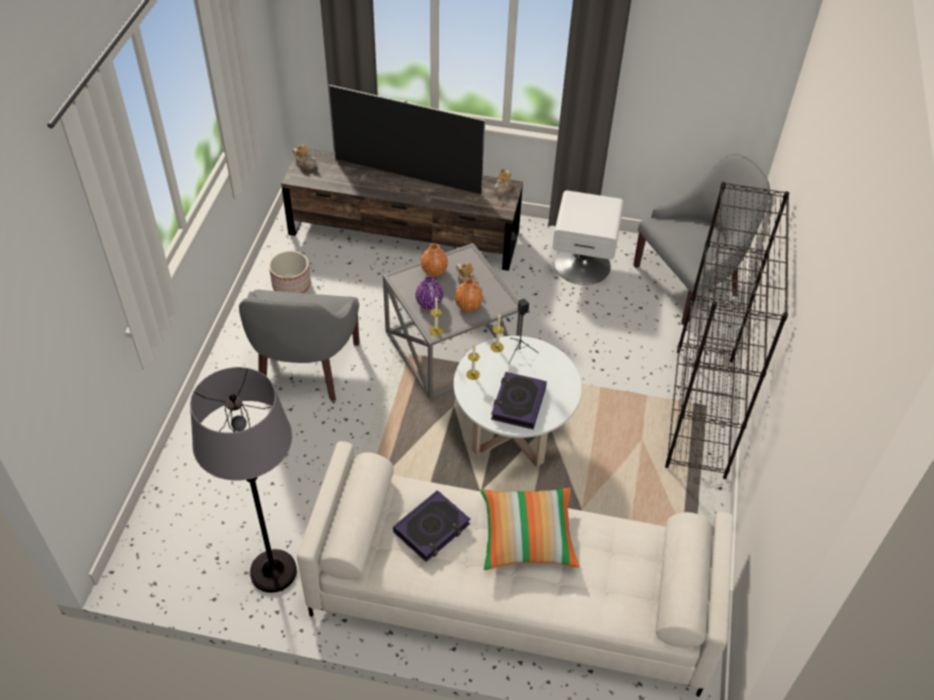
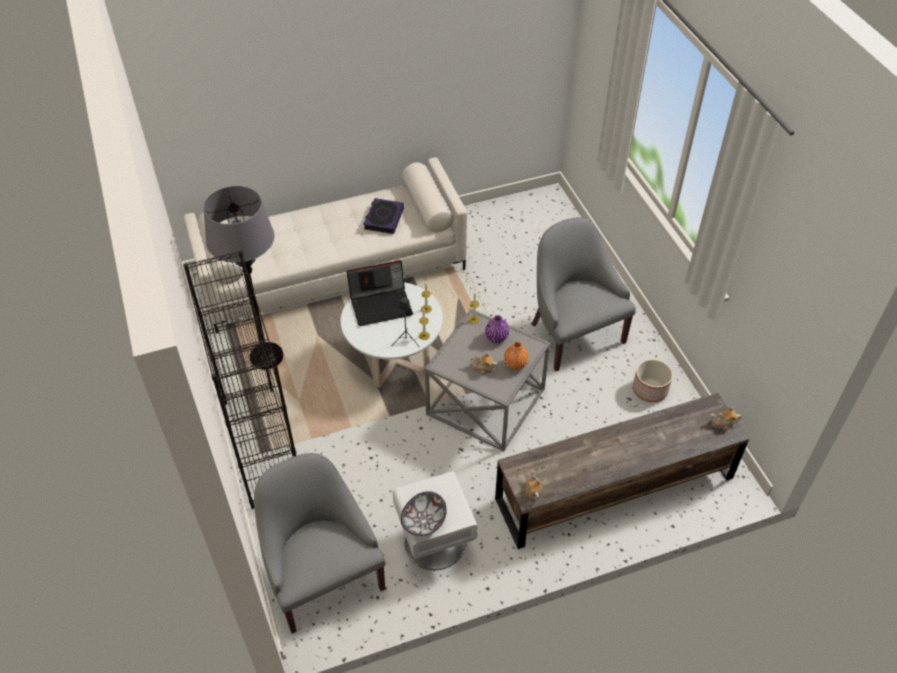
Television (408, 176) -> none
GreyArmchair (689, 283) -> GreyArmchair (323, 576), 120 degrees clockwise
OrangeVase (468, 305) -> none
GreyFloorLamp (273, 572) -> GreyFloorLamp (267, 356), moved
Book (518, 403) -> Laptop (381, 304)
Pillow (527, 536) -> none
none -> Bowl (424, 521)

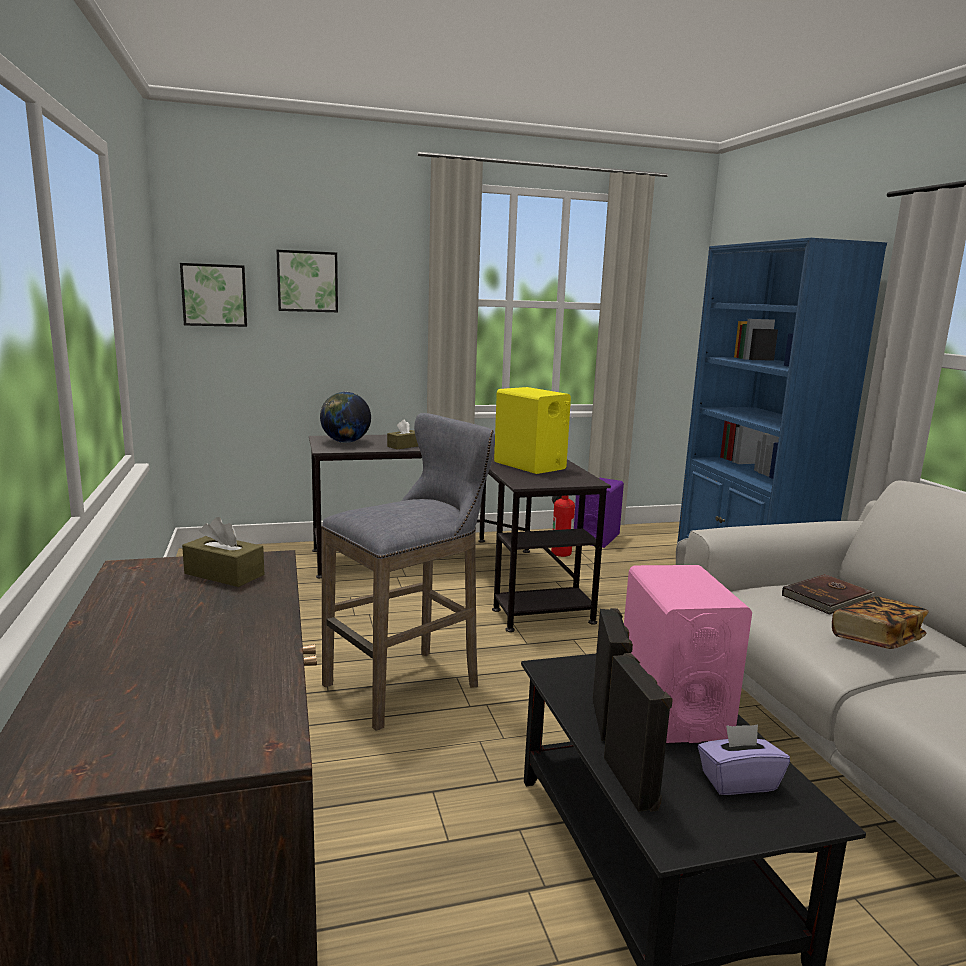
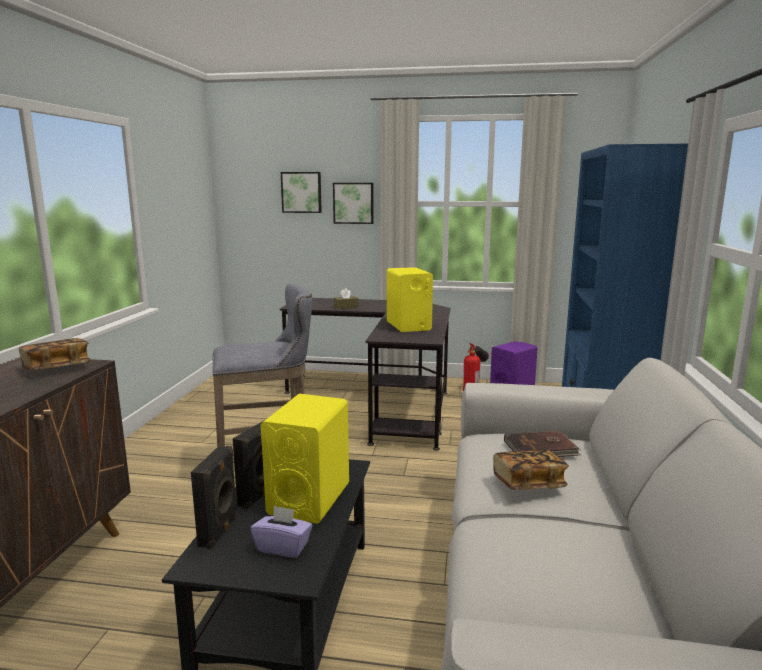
Picture (214, 295) -> Picture (353, 203), moved
Globe (345, 442) -> none
BrownTissueBox (224, 574) -> Book (57, 368)
PinkSpeaker (672, 710) -> YellowSpeaker (309, 498)

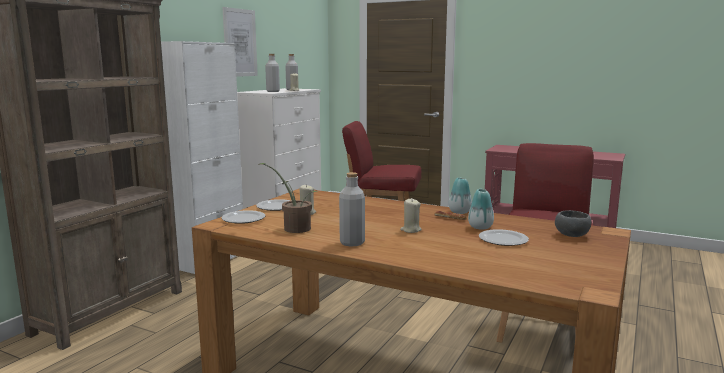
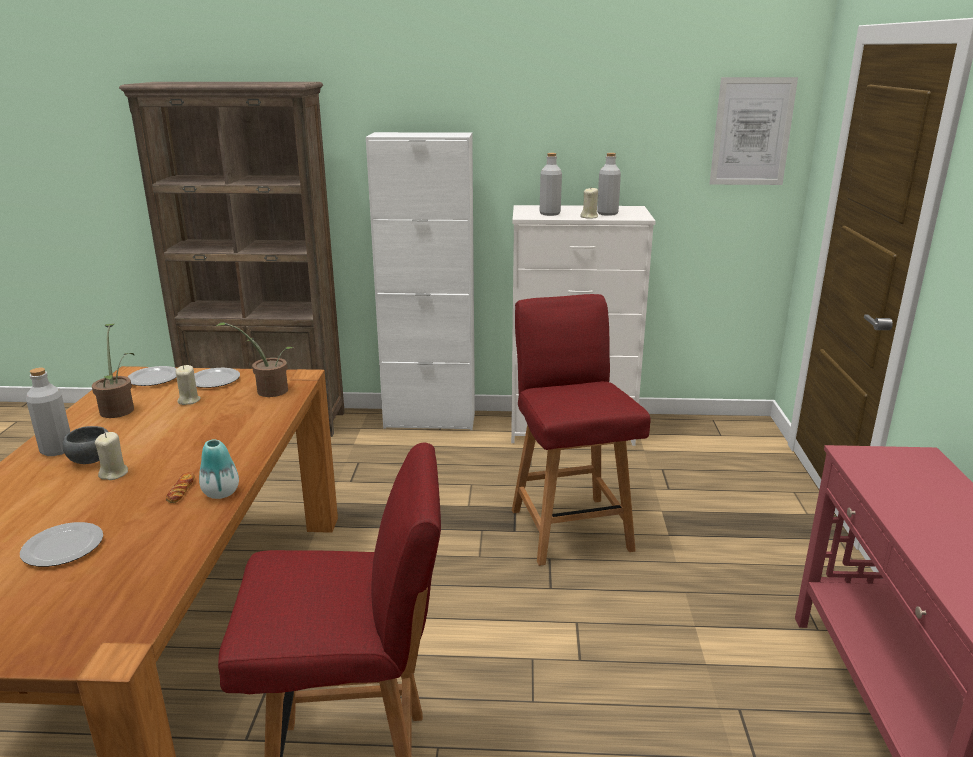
Picture (240, 43) -> Picture (752, 132), moved
Vase (480, 227) -> none
GreyBowl (572, 236) -> GreyBowl (90, 460), moved
none -> PottedPlant (267, 390)

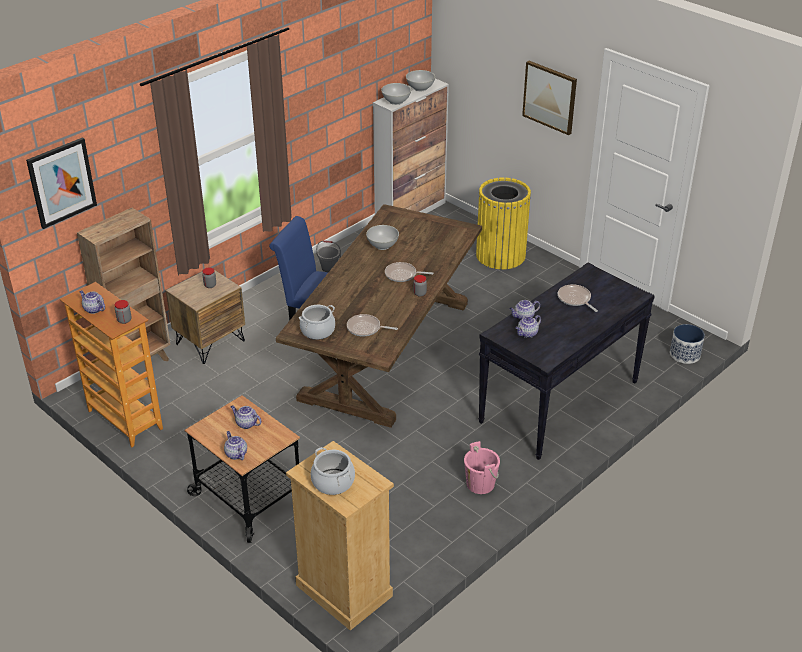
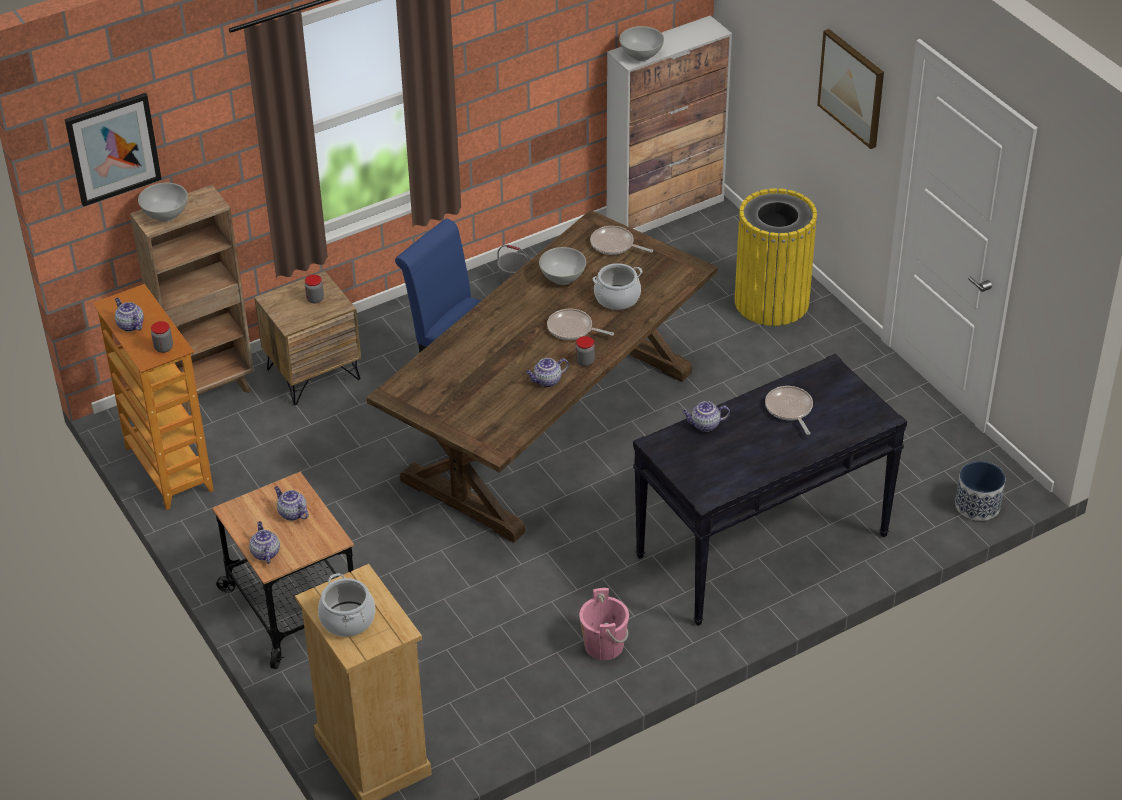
WhiteBowl (420, 88) -> WhiteBowl (166, 215), moved
CookingPot (318, 331) -> CookingPot (617, 298), moved
FryingPan (366, 328) -> FryingPan (614, 245), moved
Teapot (527, 334) -> Teapot (547, 381), moved

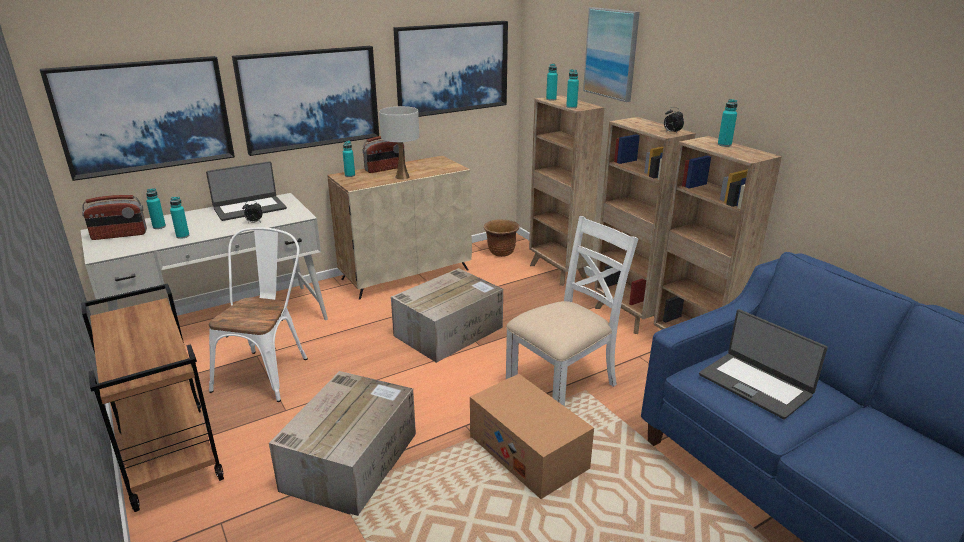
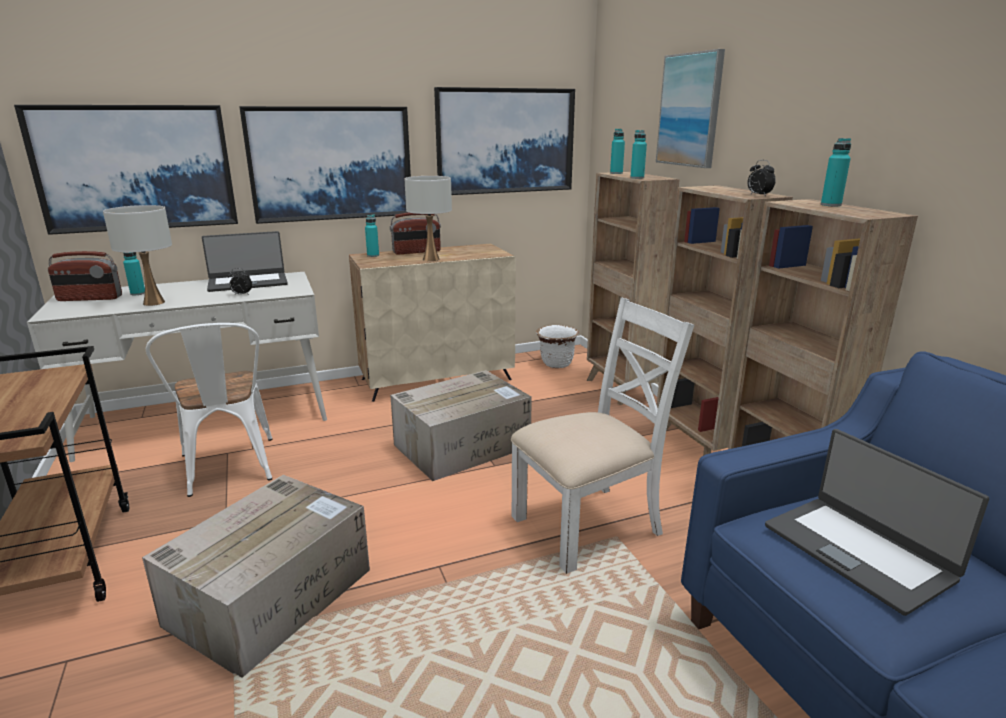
TurquoiseBottle (183, 236) -> WhiteTableLamp (154, 303)
BrownPlanter (501, 252) -> WhitePlanter (556, 364)
WhiteChair (267, 370) -> WhiteChair (229, 470), 135 degrees clockwise
CardboardBox (528, 452) -> none

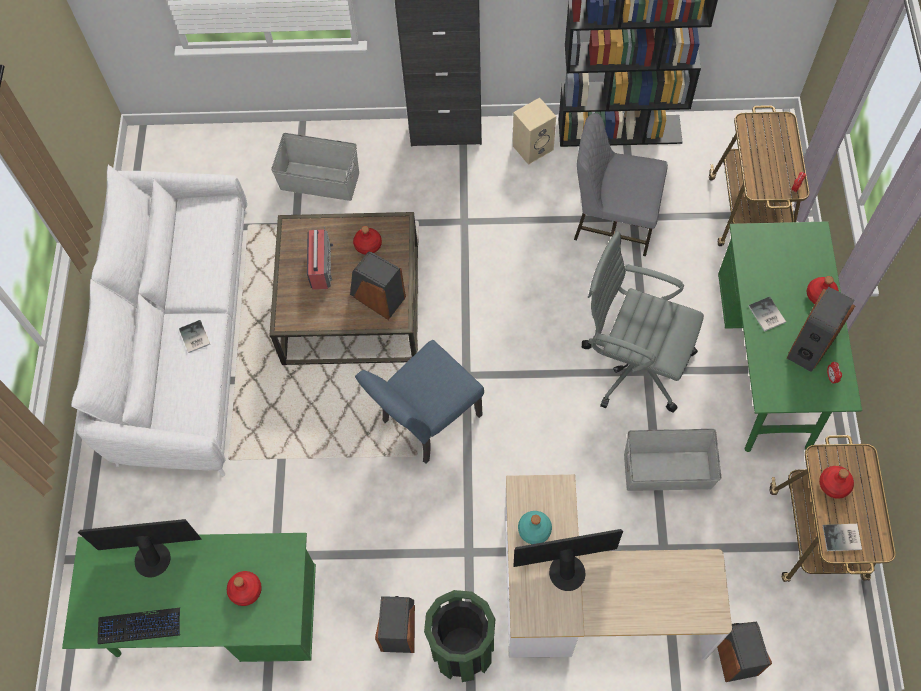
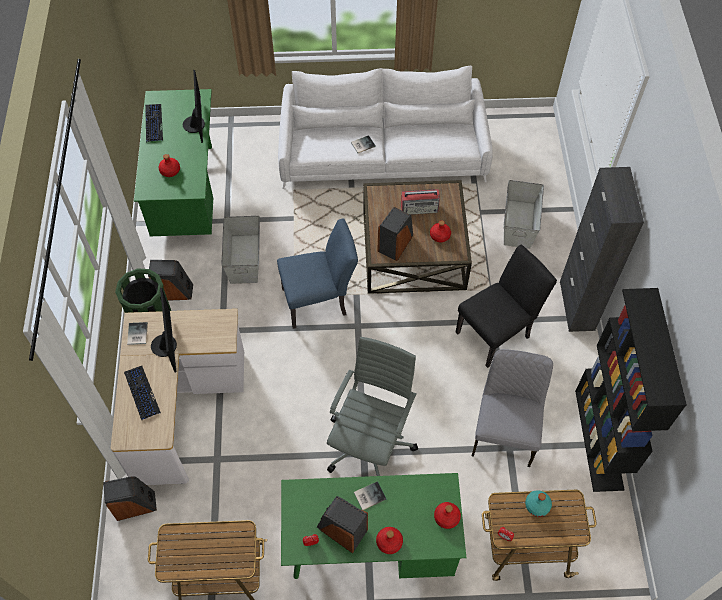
BeigeSpeaker (533, 147) -> none
BlueChair (425, 422) -> BlueChair (320, 301), 120 degrees clockwise
GreyStorageBox (666, 470) -> GreyStorageBox (245, 258), moved
RedBottle (834, 485) -> RedBottle (446, 517), moved
TurquoiseBottle (534, 530) -> TurquoiseBottle (537, 505), moved
Book (843, 538) -> Book (136, 334), moved
none -> BlackChair (497, 332)
none -> Keyboard (141, 393)

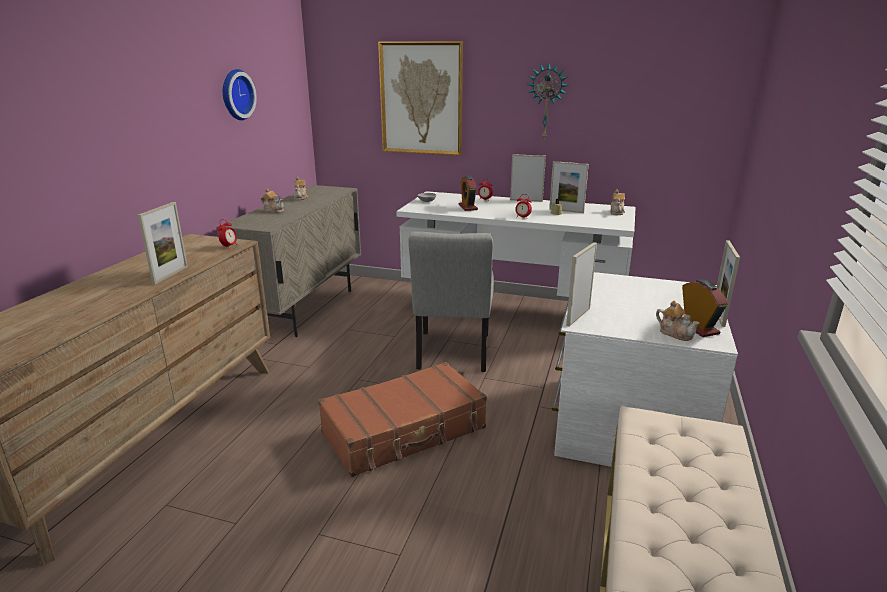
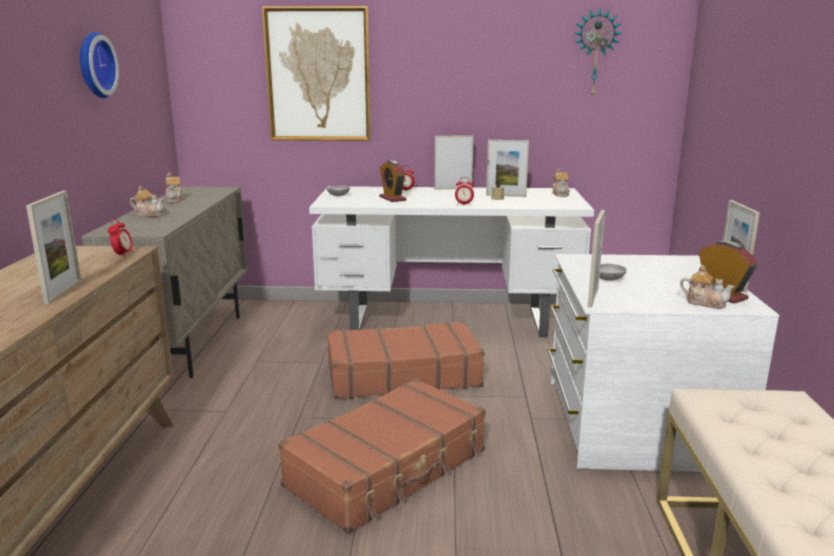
WallClock (546, 102) -> WallClock (595, 53), moved
GreyChair (452, 355) -> BrownSuitcase (402, 375)
none -> GreyBowl (609, 279)

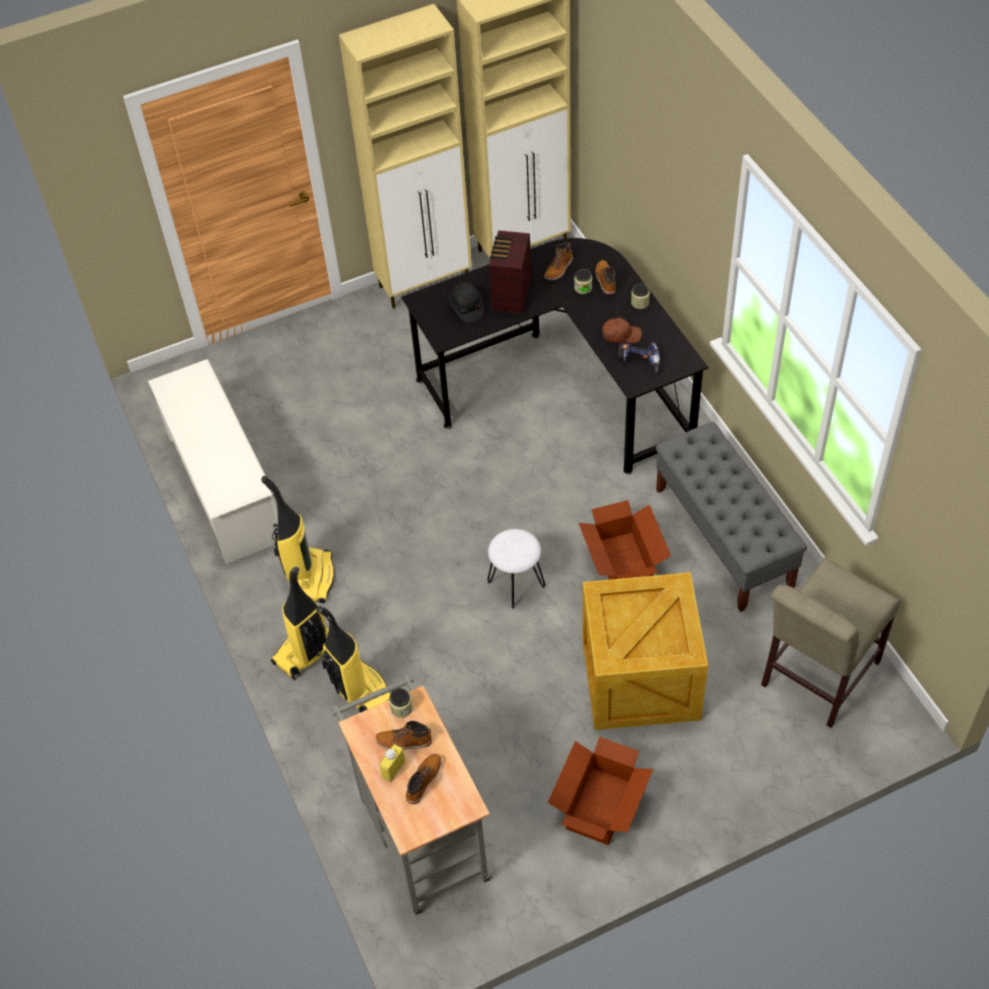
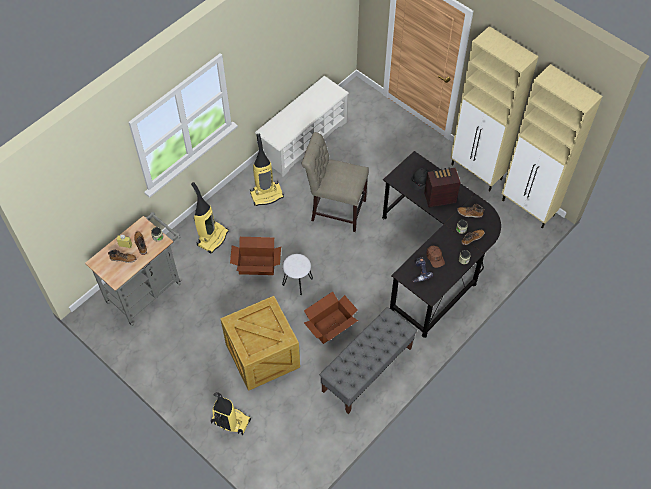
BeigeChair (815, 678) -> BeigeChair (335, 209), moved
VacuumCleaner (306, 653) -> VacuumCleaner (230, 422), moved
CardboardBox (599, 806) -> CardboardBox (256, 265), moved

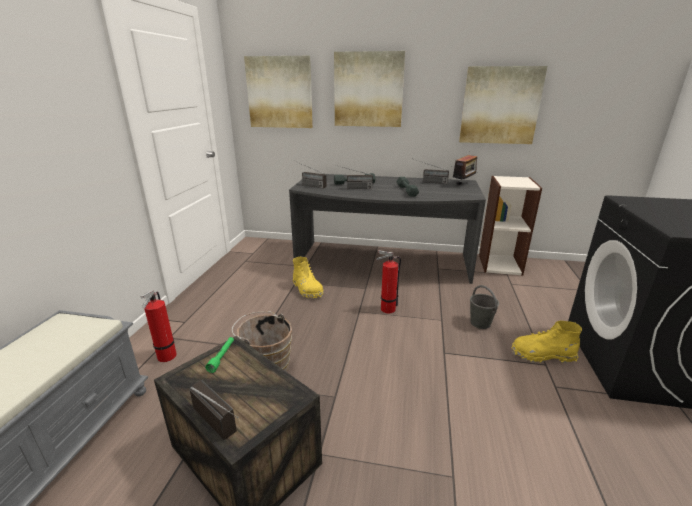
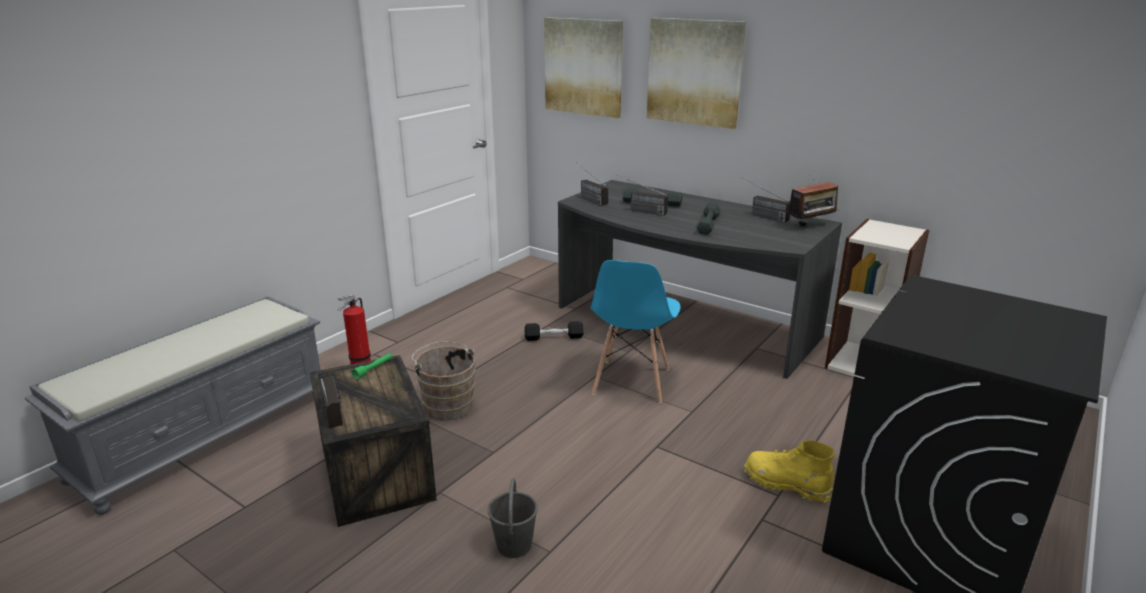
Picture (500, 105) -> none
FireExtinguisher (386, 309) -> BlueChair (631, 382)
YellowBoot (307, 290) -> BlackDumbbell (554, 337)
GreyBucket (480, 323) -> GreyBucket (514, 545), moved

